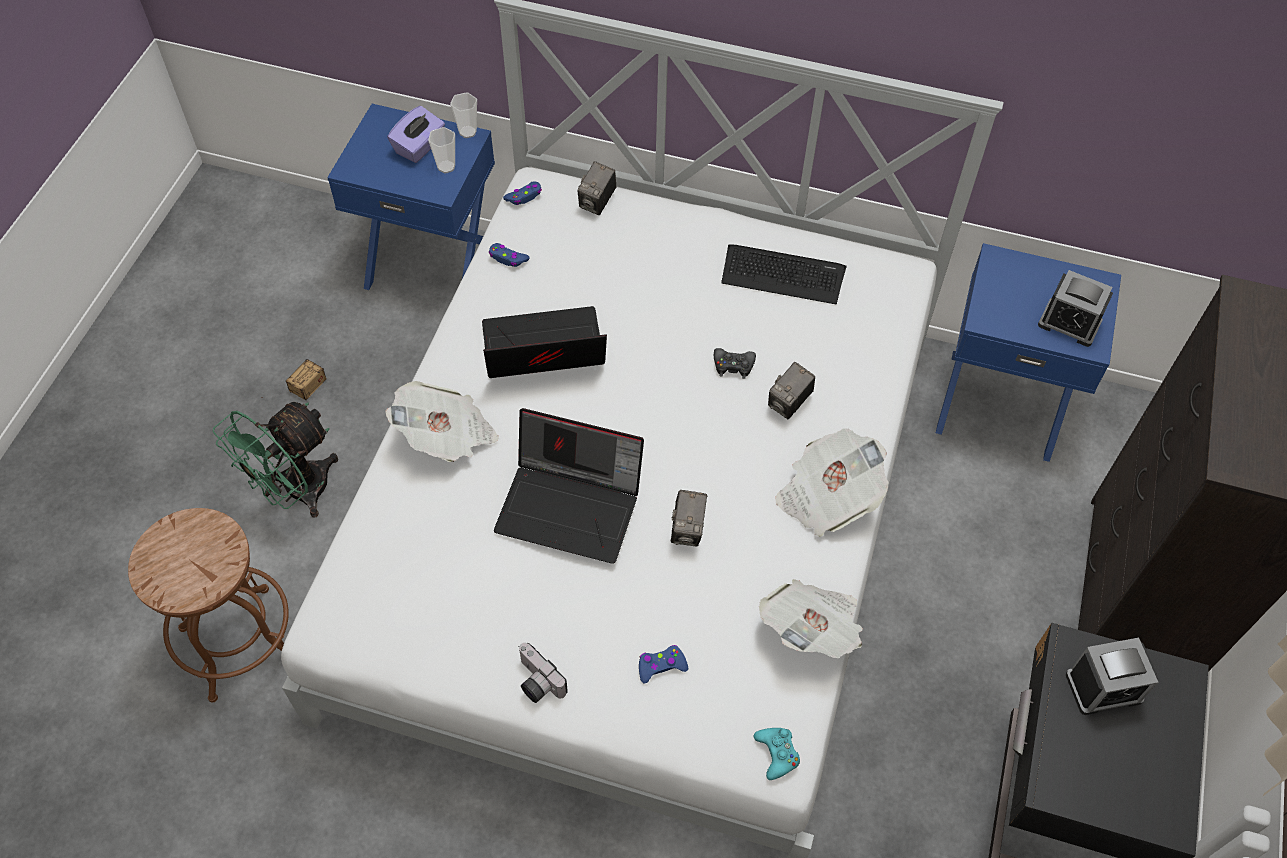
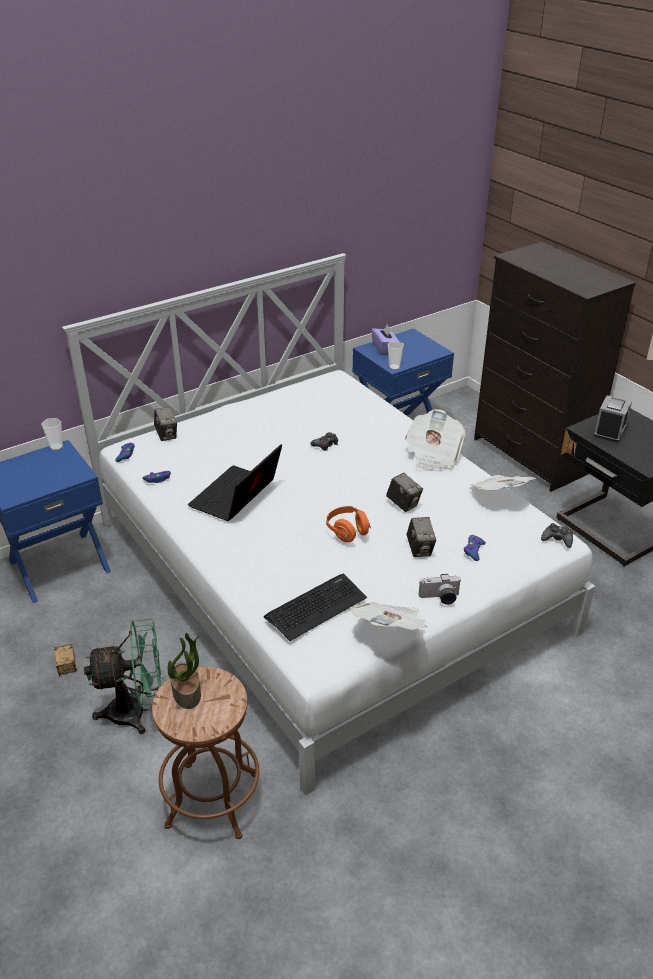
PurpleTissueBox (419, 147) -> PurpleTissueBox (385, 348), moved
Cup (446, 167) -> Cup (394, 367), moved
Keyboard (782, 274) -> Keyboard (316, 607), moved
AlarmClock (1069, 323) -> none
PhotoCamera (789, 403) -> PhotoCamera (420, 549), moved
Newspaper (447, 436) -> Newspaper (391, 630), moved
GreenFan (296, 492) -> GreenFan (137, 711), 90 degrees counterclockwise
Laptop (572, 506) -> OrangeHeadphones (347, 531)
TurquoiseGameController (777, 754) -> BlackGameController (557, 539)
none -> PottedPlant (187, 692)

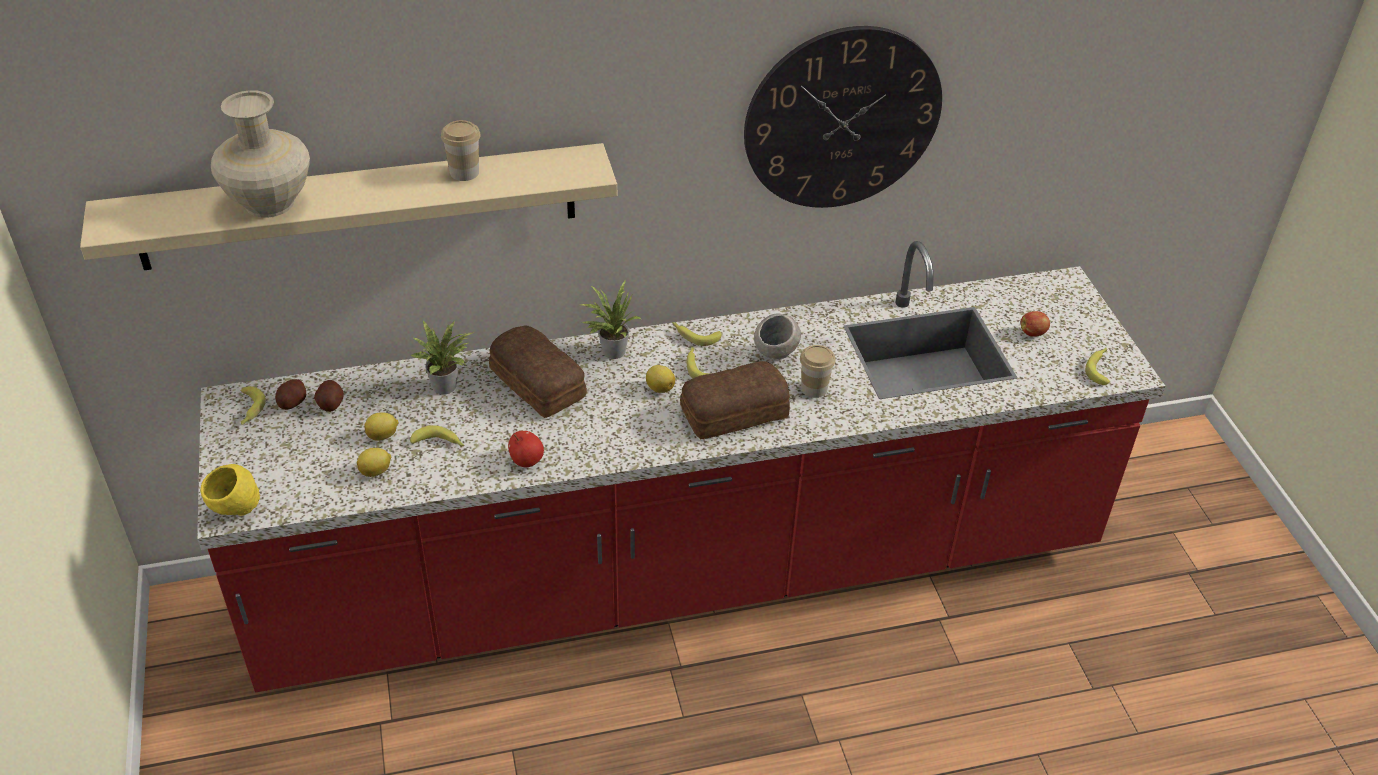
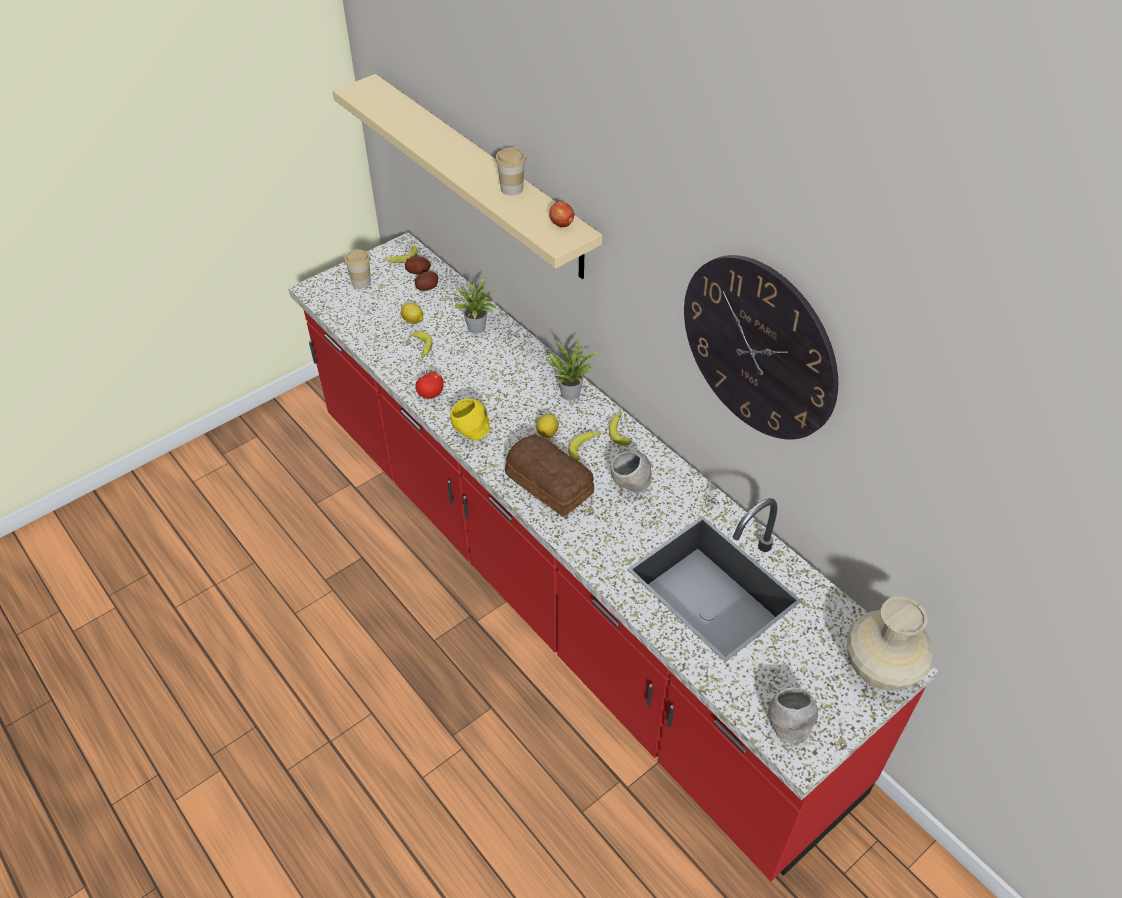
BeigeVase (270, 202) -> BeigeVase (880, 670), moved
Apple (1033, 333) -> Apple (562, 224), moved
Bread (538, 381) -> none
Cup (814, 388) -> Cup (361, 282), moved
Banana (1099, 368) -> GreyBowl (788, 727)
Lemon (376, 471) -> none
YellowBowl (237, 510) -> YellowBowl (471, 434), moved

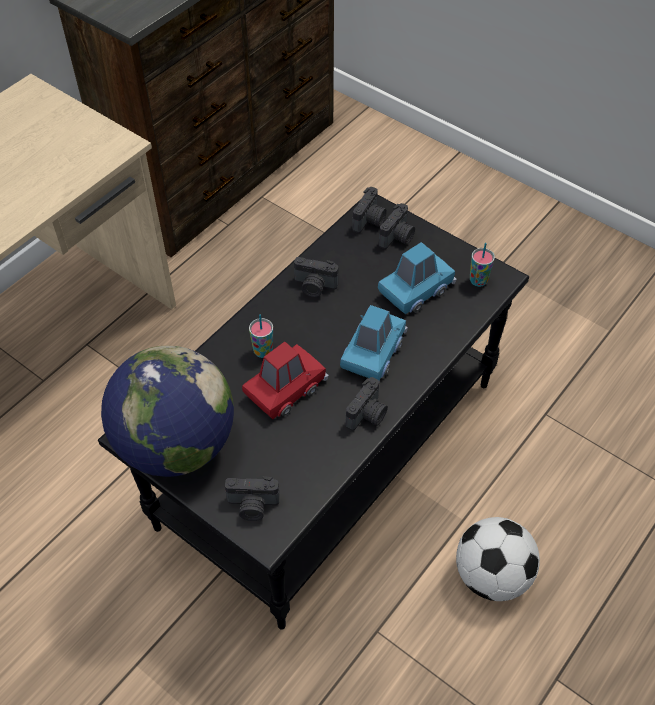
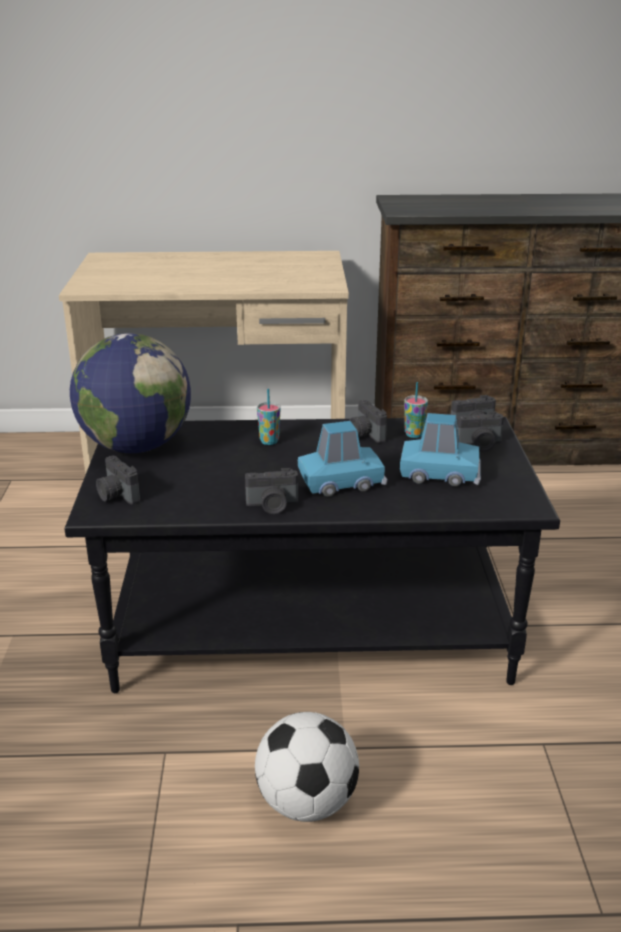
Cup (478, 281) -> Cup (414, 434), moved
RedToyCar (285, 388) -> none

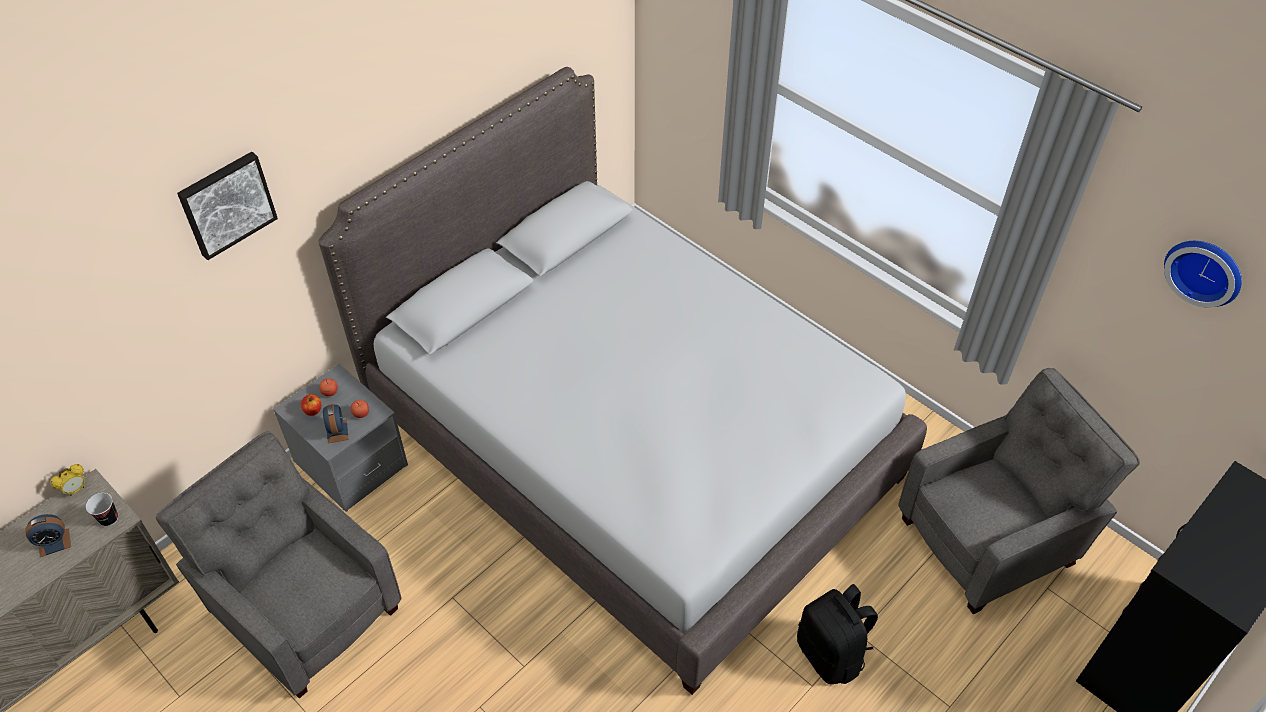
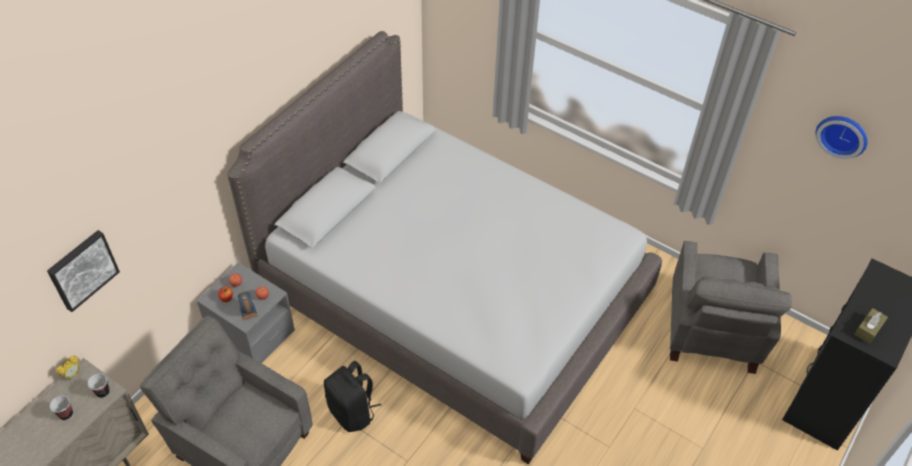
Picture (226, 203) -> Picture (82, 269), moved
GreyArmchair (991, 540) -> GreyArmchair (711, 333), 135 degrees clockwise
AlarmClock (54, 542) -> Cup (66, 414)
BlackBackpack (831, 654) -> BlackBackpack (352, 412), moved
none -> BrownTissueBox (868, 329)

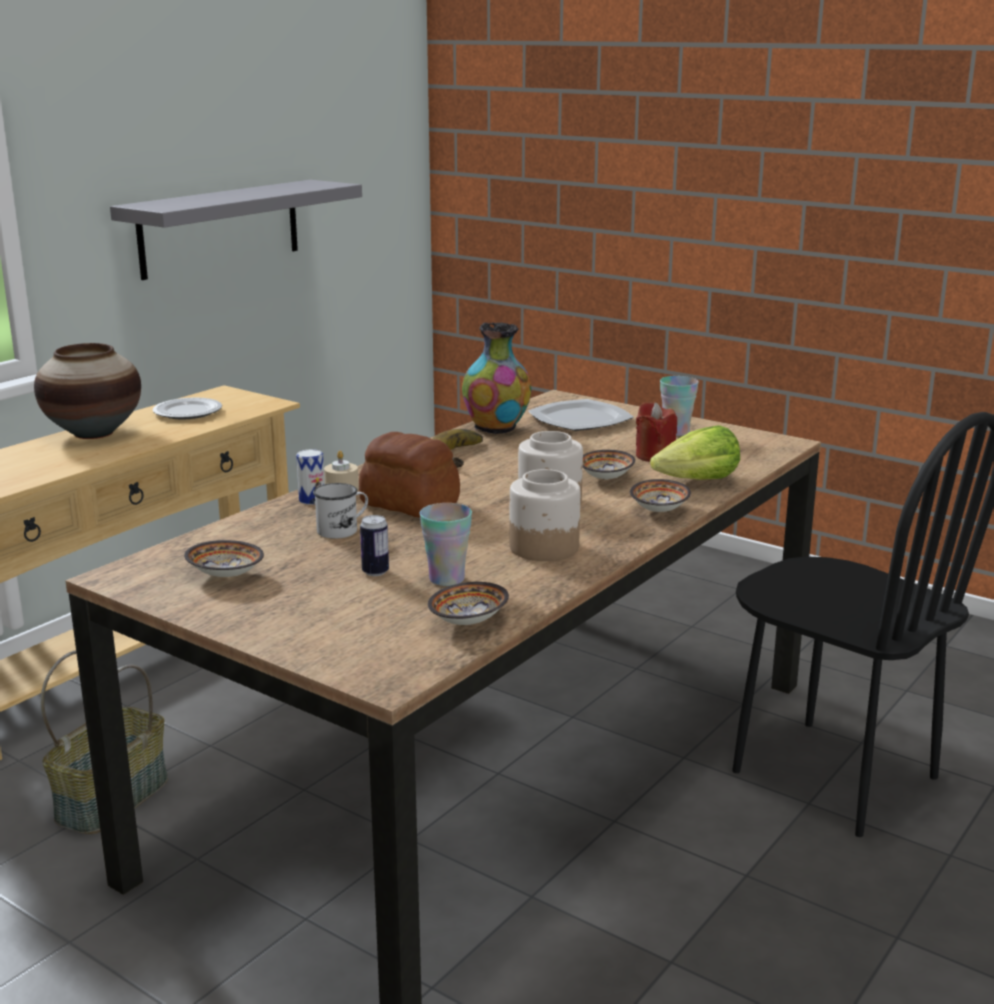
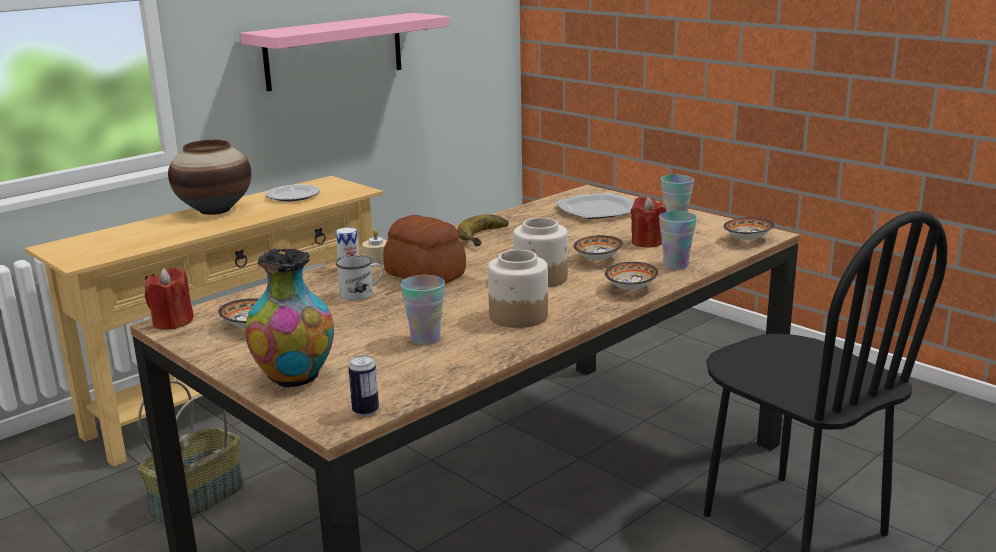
GreyShelf (220, 228) -> PinkShelf (334, 51)
Vase (497, 429) -> Vase (295, 378), moved
Lettuce (698, 481) -> Cup (675, 265)
Can (375, 572) -> Can (365, 411), moved
Bowl (471, 621) -> Bowl (749, 239), moved
none -> RedCandle (172, 322)

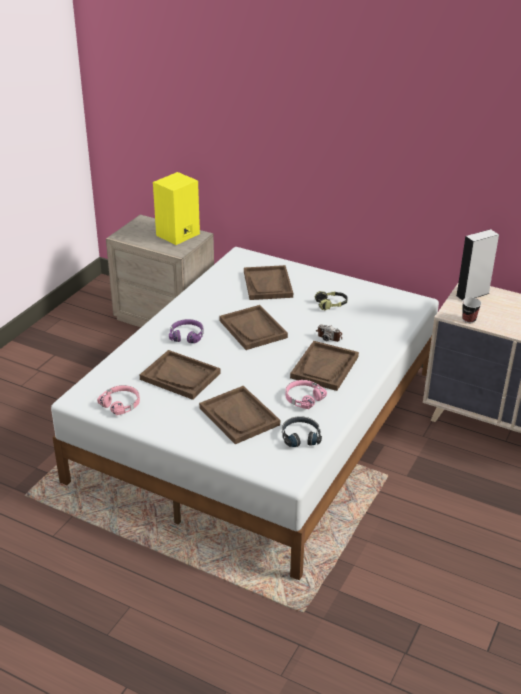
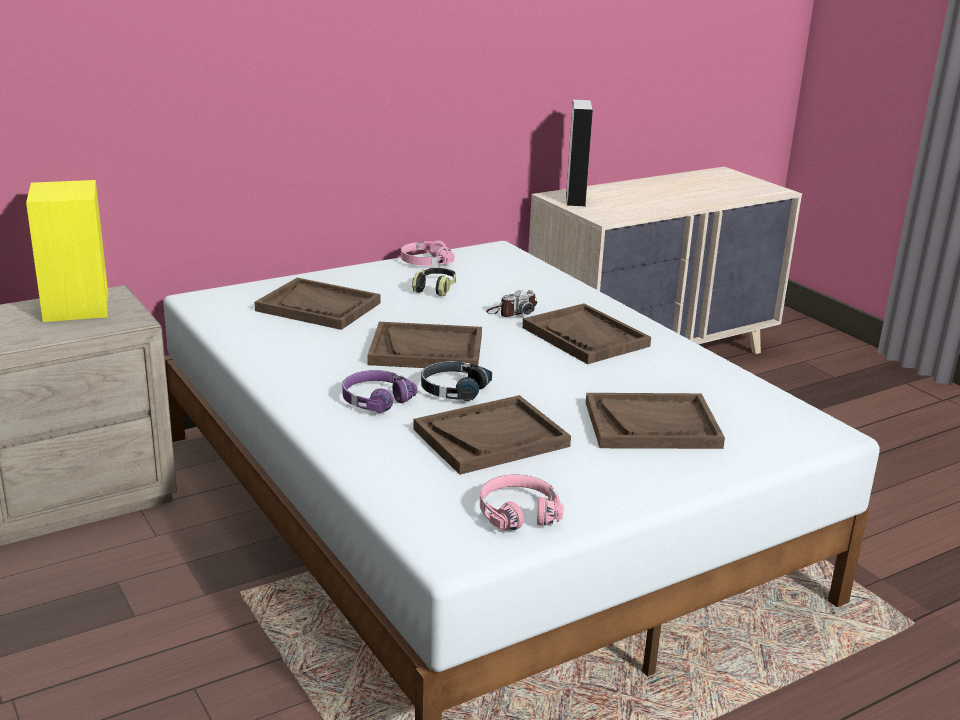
Cup (469, 319) -> none
PinkHeadphones (303, 398) -> PinkHeadphones (425, 261), moved
BlackHeadphones (300, 436) -> BlackHeadphones (453, 389), moved

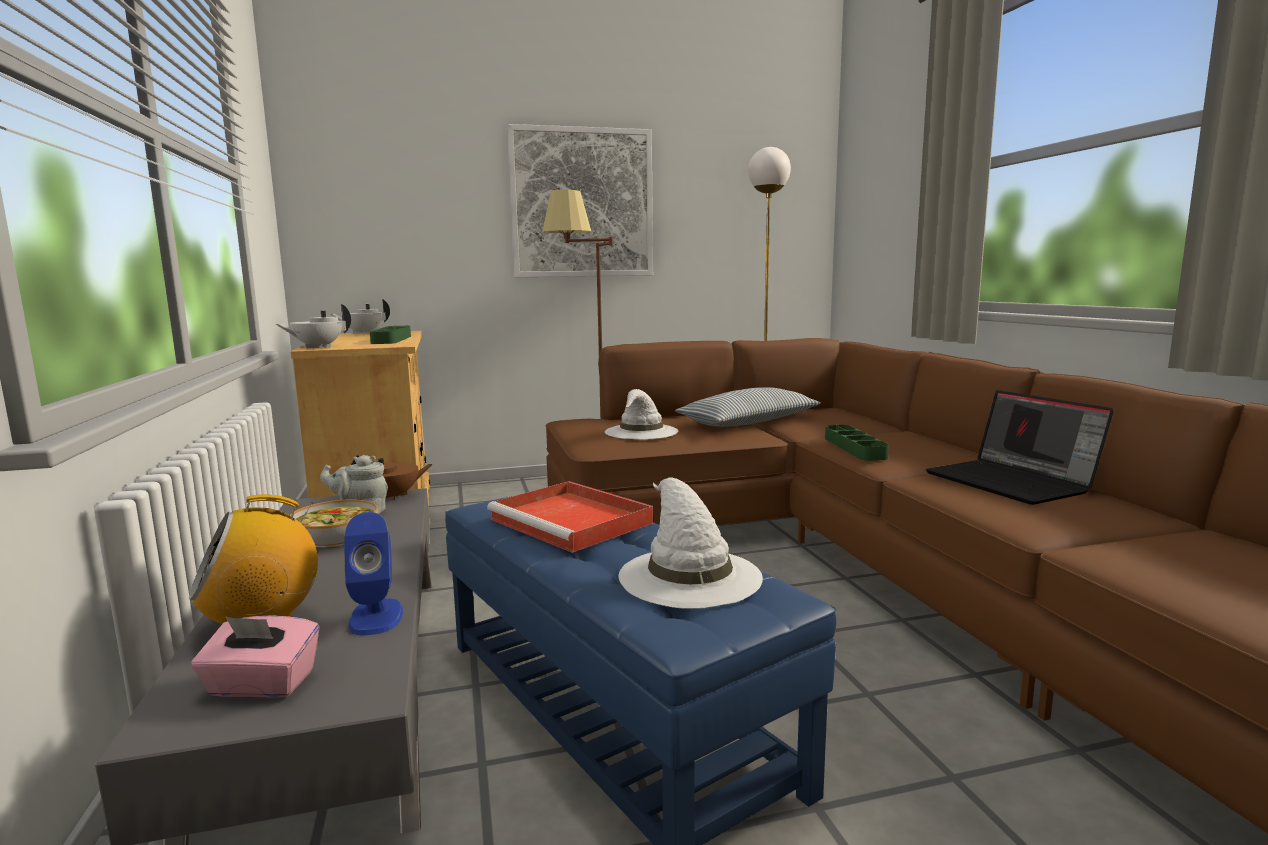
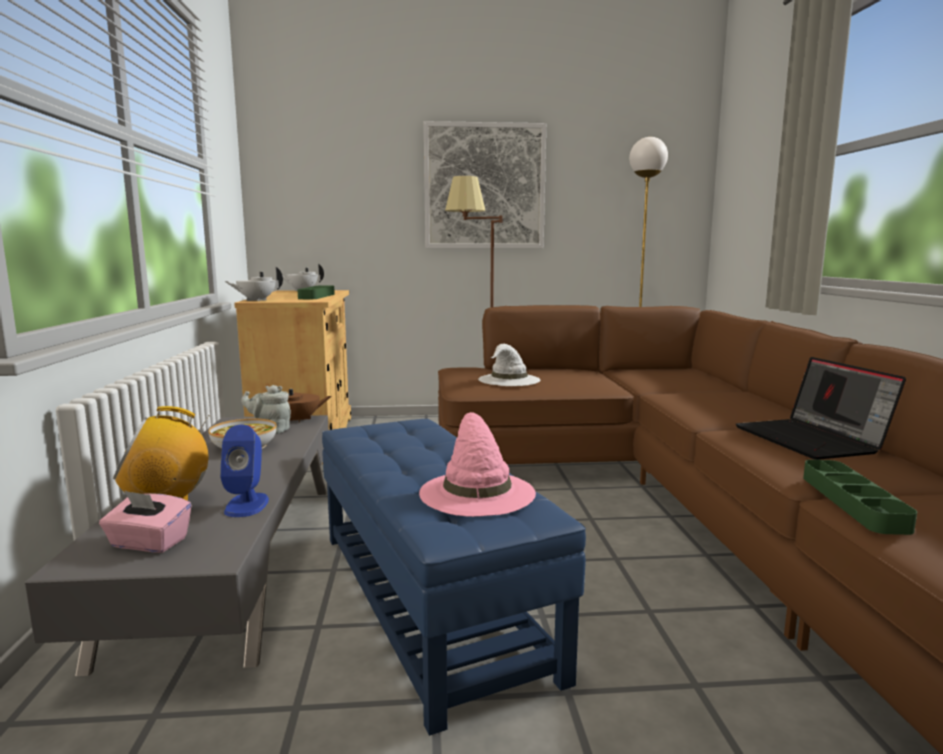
Pillow (748, 423) -> none
GreenTray (854, 448) -> GreenTray (852, 502), moved
WhiteHat (688, 575) -> PinkHat (476, 491)
RedTray (573, 522) -> none

